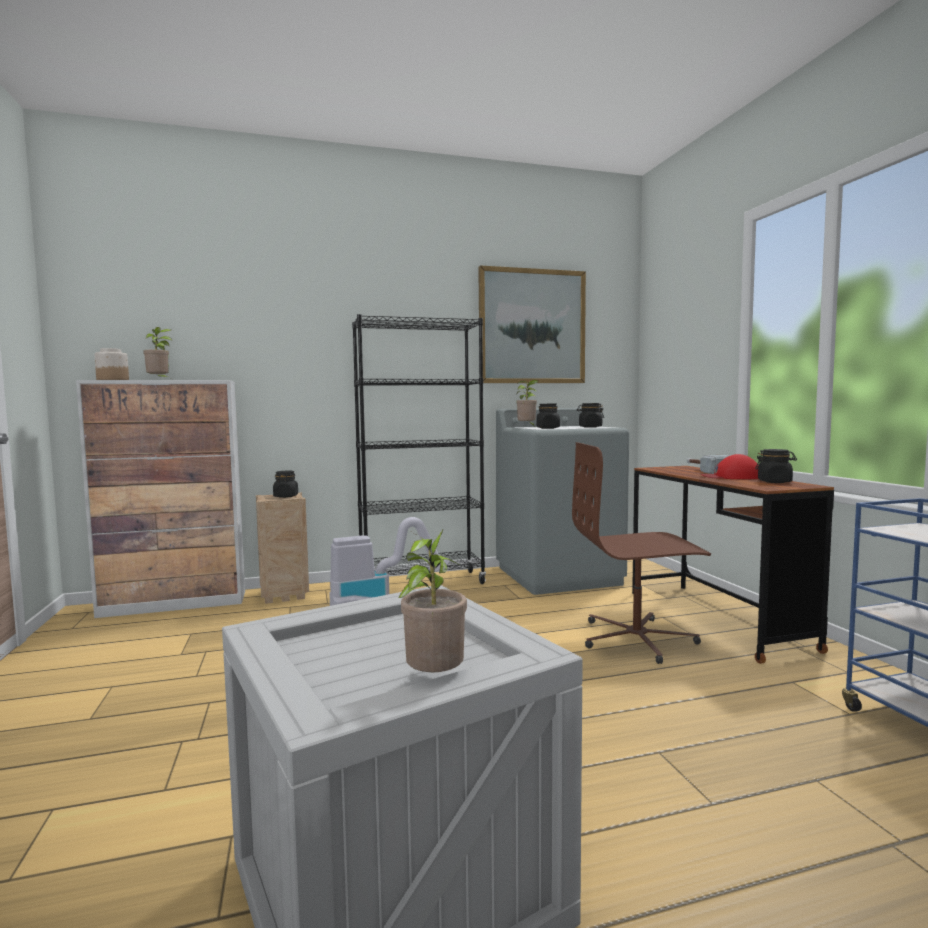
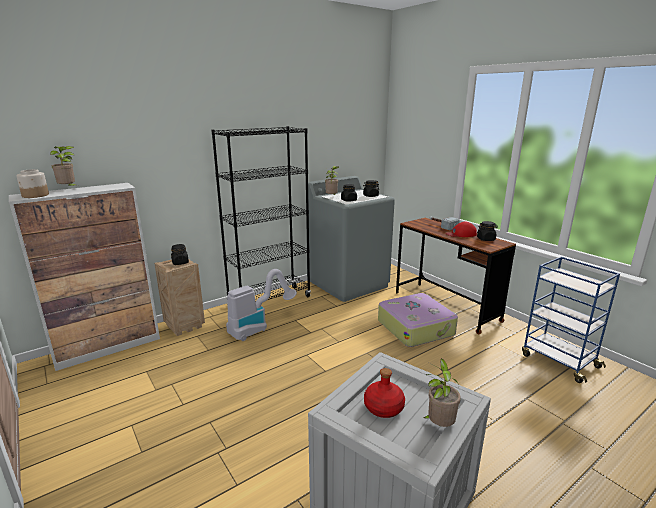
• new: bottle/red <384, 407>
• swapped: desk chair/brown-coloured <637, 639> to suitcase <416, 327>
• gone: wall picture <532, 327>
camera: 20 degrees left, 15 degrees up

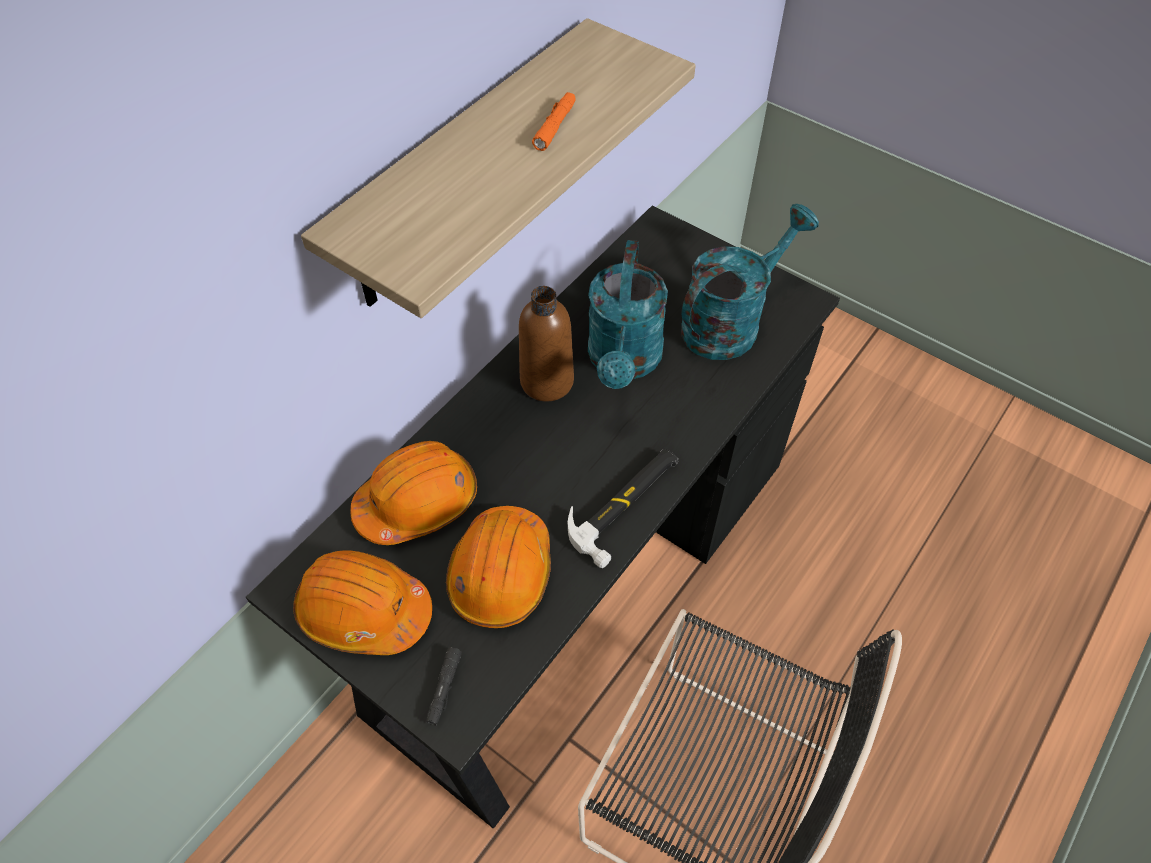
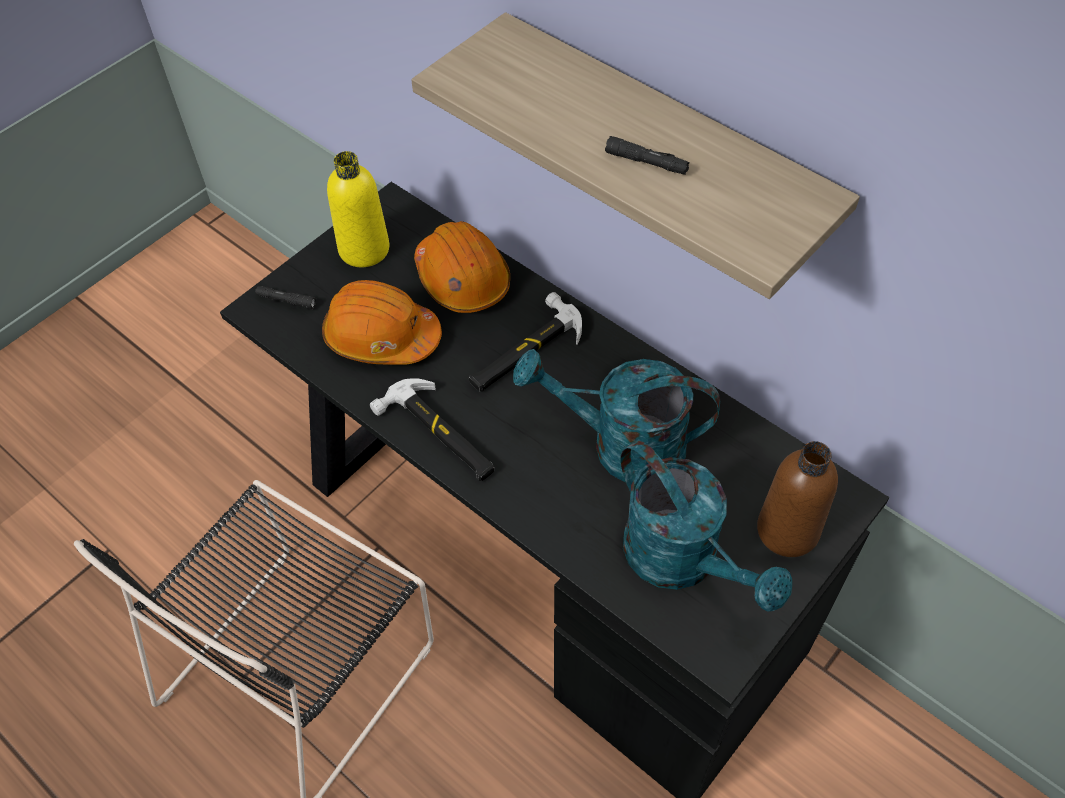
• swapped: safety helmet/orange-coloured <363, 611> to bottle/yellowish <364, 249>
• new: hammer <525, 350>
• repainted: flashlight/orange-coloured <554, 127> to flashlight/blackish <647, 162>
• shifted: bottle/brown-coloured <547, 381> to <787, 530>
camera: 95 degrees right, 0 degrees up

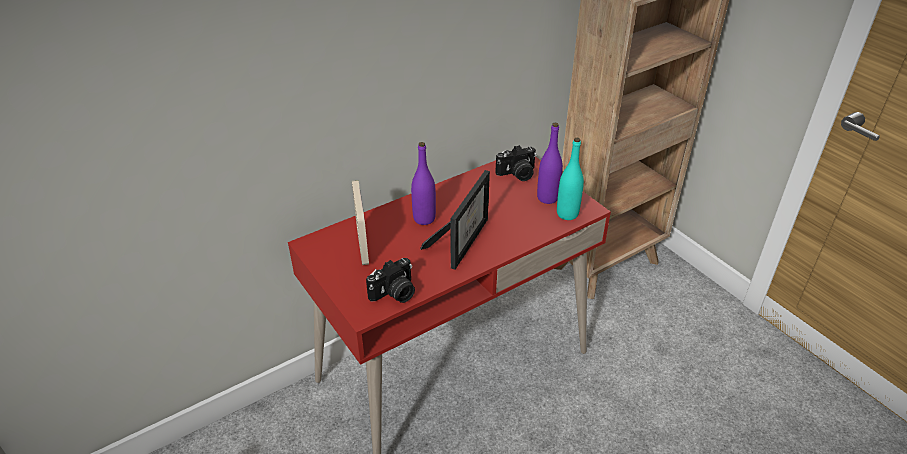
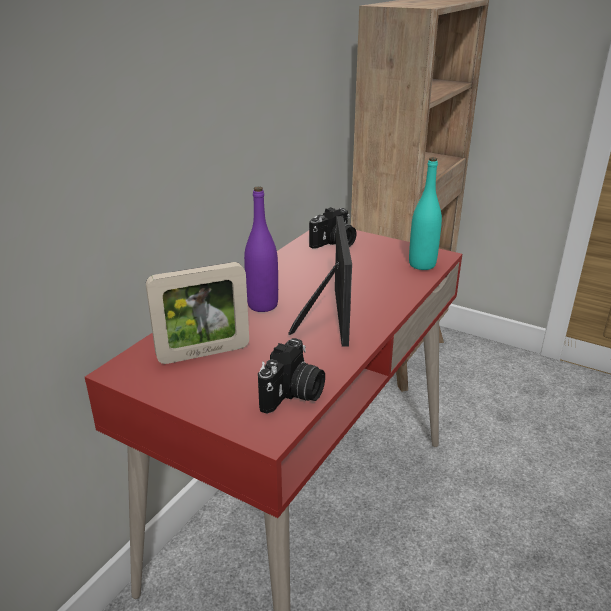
• rotated: photo frame <362, 246> = <203, 353> 75 degrees counterclockwise
• gone: bottle/purplish <547, 198>
camera: 25 degrees left, 10 degrees down

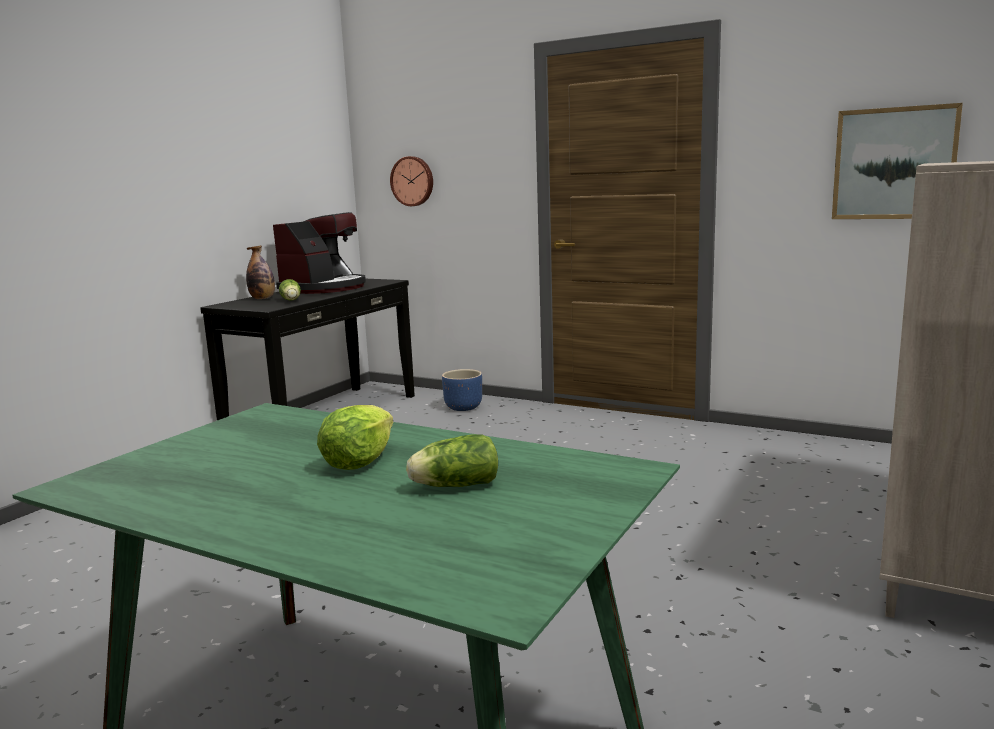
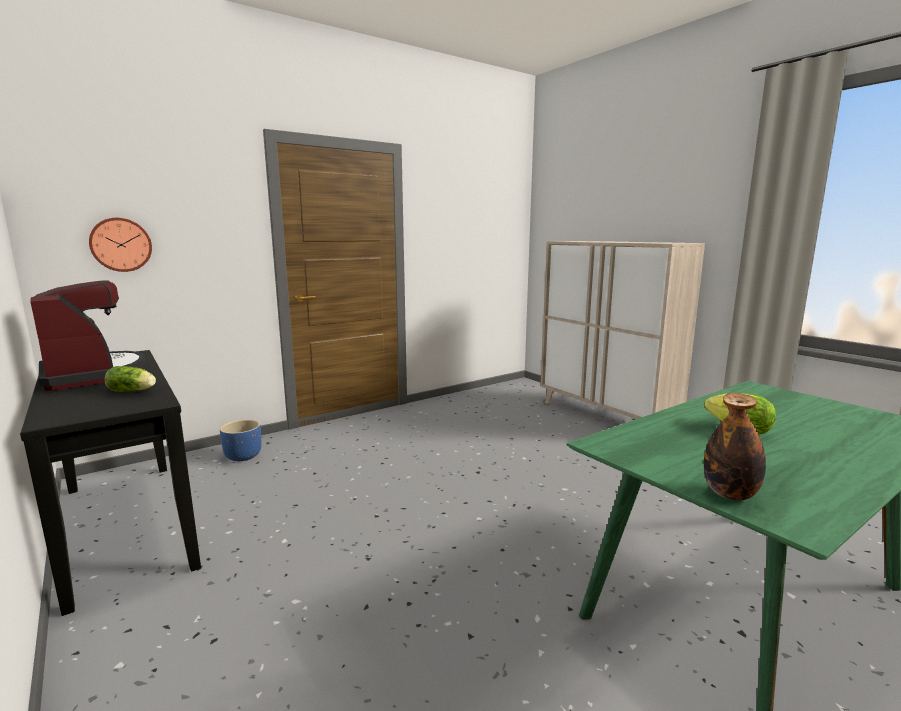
• shifted: bottle <262, 299> to <730, 494>
• gone: lettuce <453, 486>
• gone: wall picture <894, 163>
camera: 65 degrees left, 0 degrees up

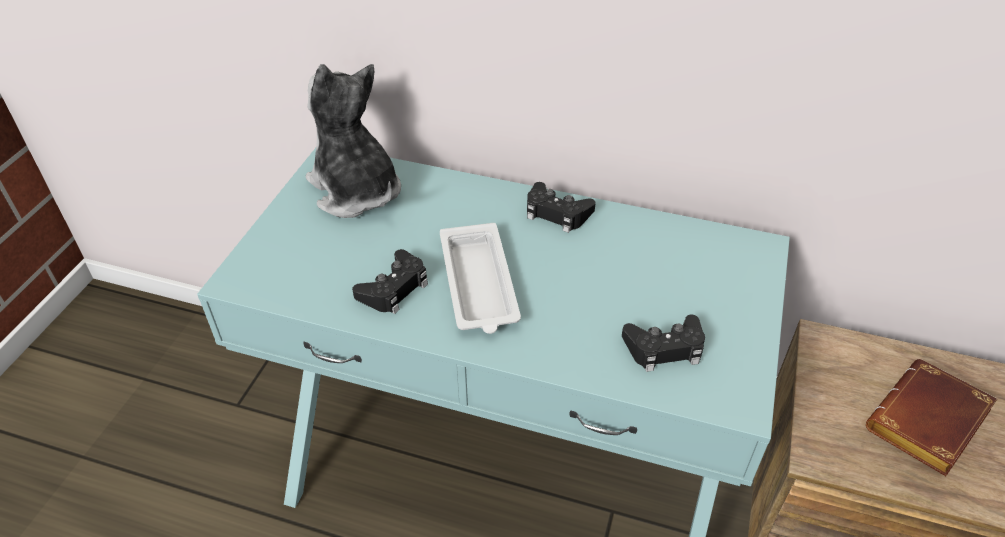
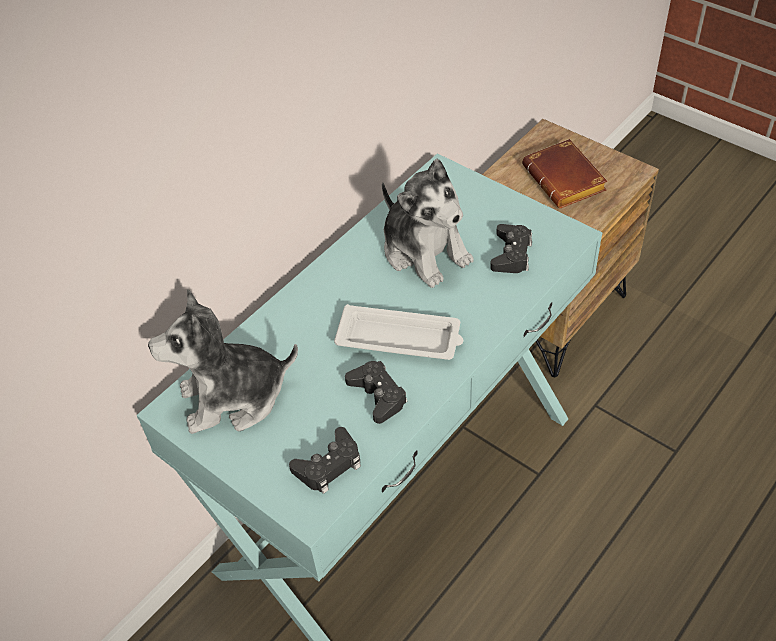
• shifted: game controller/blackish <556, 213> to <329, 465>
• new: plush toy <425, 251>
camera: 65 degrees left, 5 degrees up

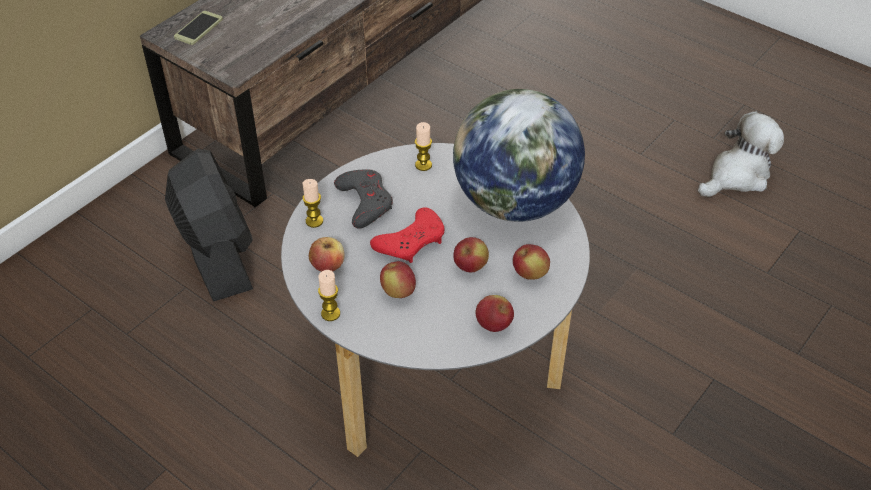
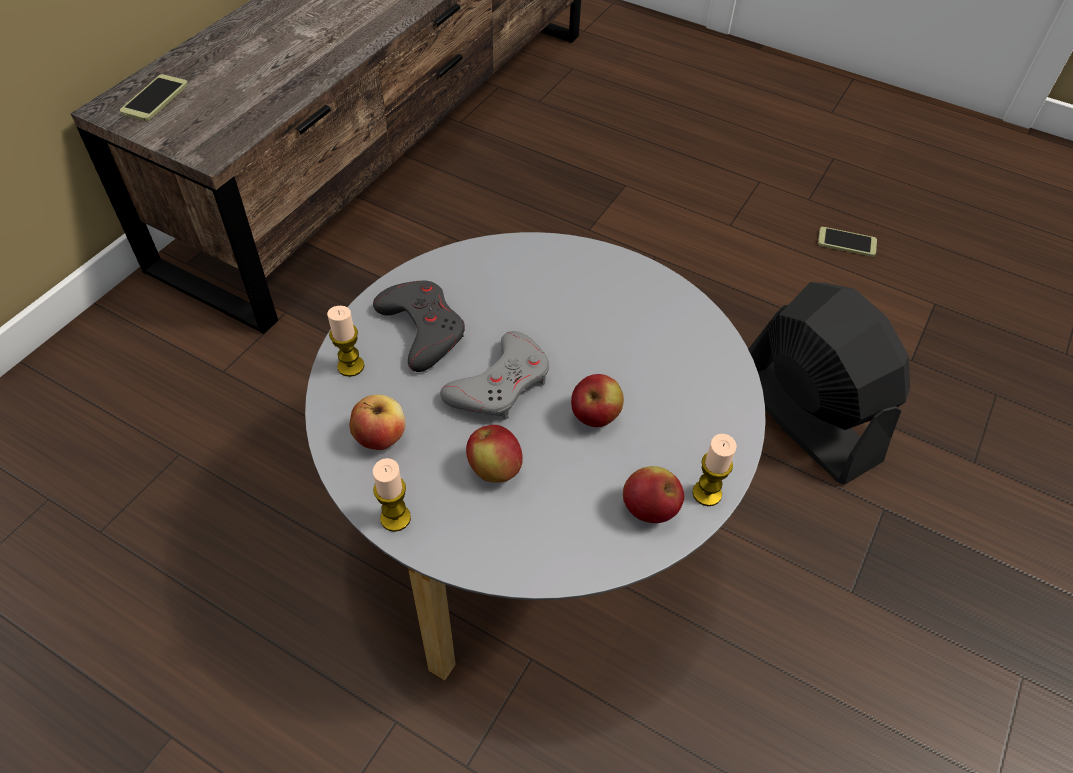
• repainted: game controller/red <411, 241> to game controller/greyish <500, 384>
• shifted: candle <423, 165> to <707, 493>
• shifted: fan/blackish <217, 254> to <805, 416>
• swapped: plush toy <737, 175> to phone <846, 242>
• gone: desk globe <514, 203>
• gone: apple <530, 274>
camera: 10 degrees left, 5 degrees up

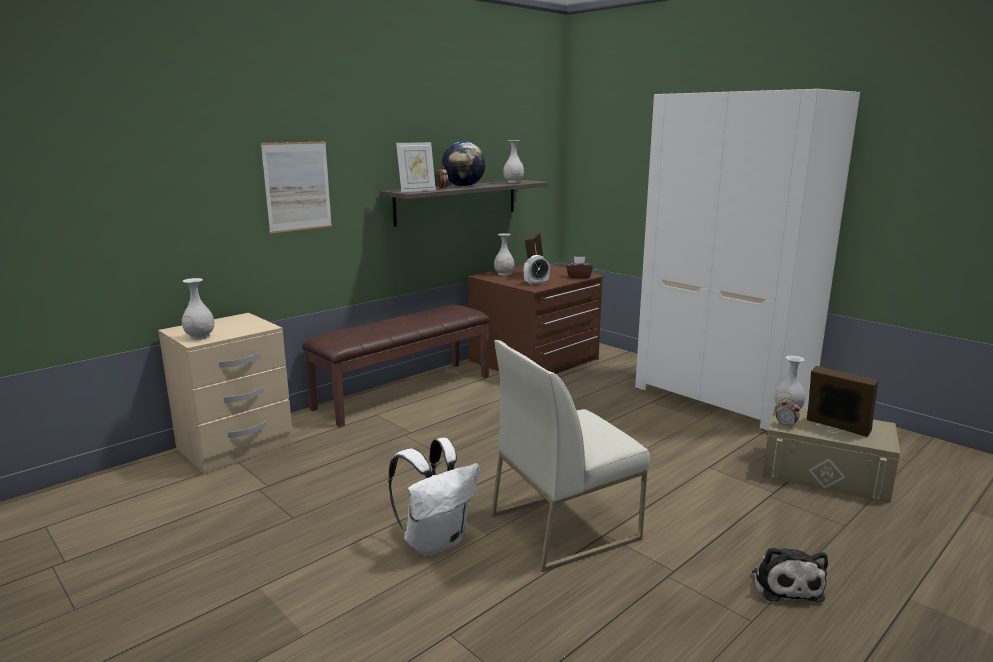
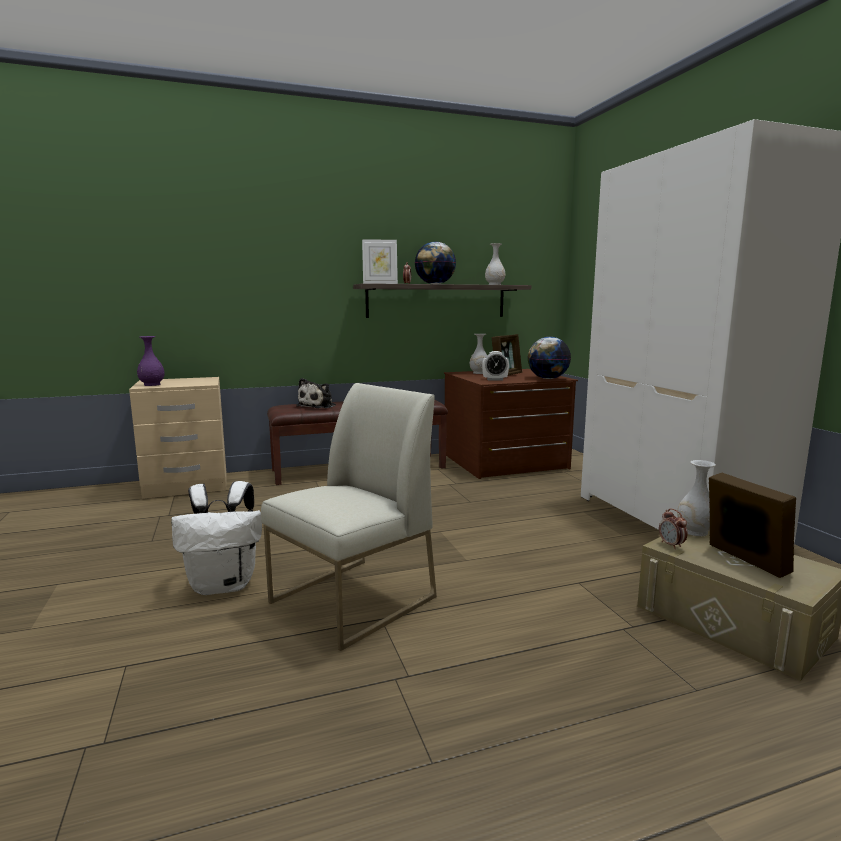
• repainted: flower vase/white-coloured <200, 337> to flower vase/purplish <152, 384>
• rotated: upright chair/white-coloured <565, 526> = <353, 601> 135 degrees clockwise
• shifted: plush toy <785, 584> to <318, 406>
• swapped: tissue box/brown-coloured <578, 277> to desk globe <547, 378>
• gone: wall picture <297, 186>
camera: 25 degrees right, 5 degrees down

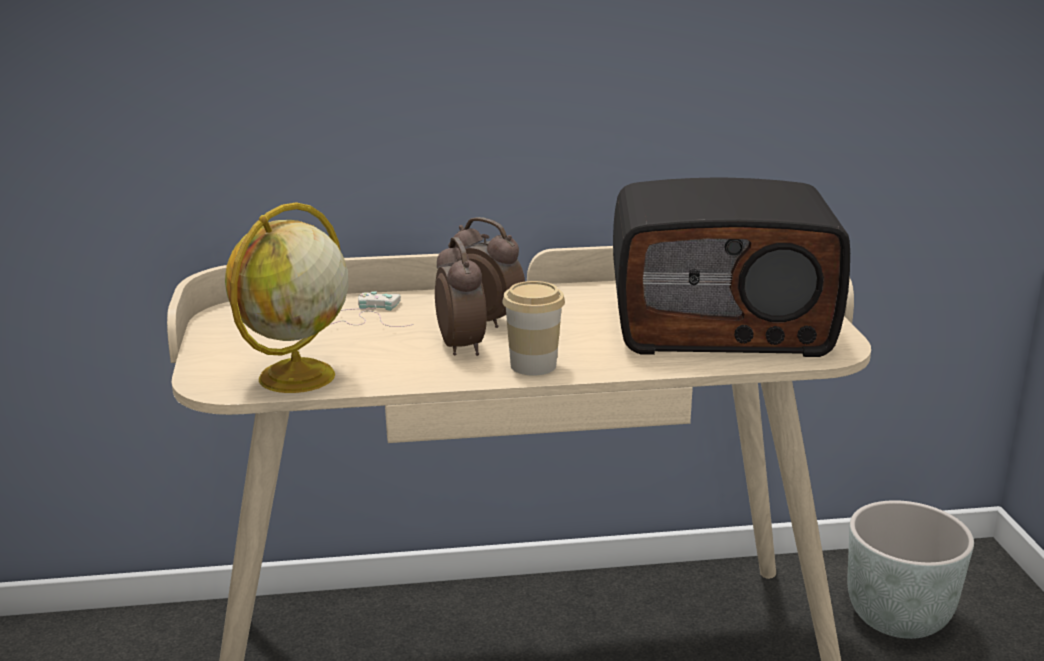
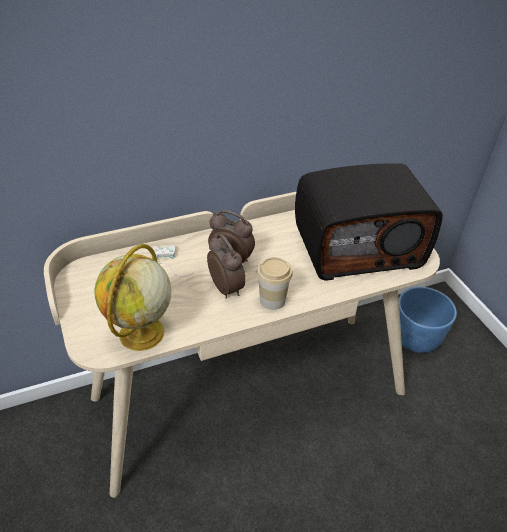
• repainted: planter/greyish <899, 618> to planter/bluish <415, 339>
camera: 15 degrees left, 20 degrees up

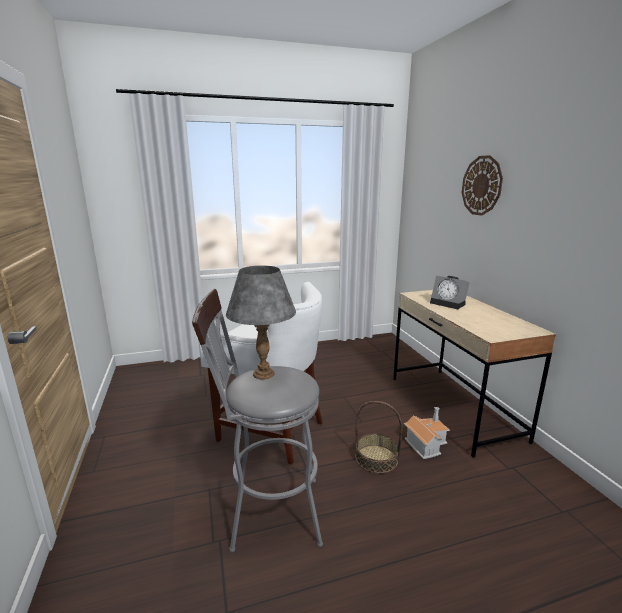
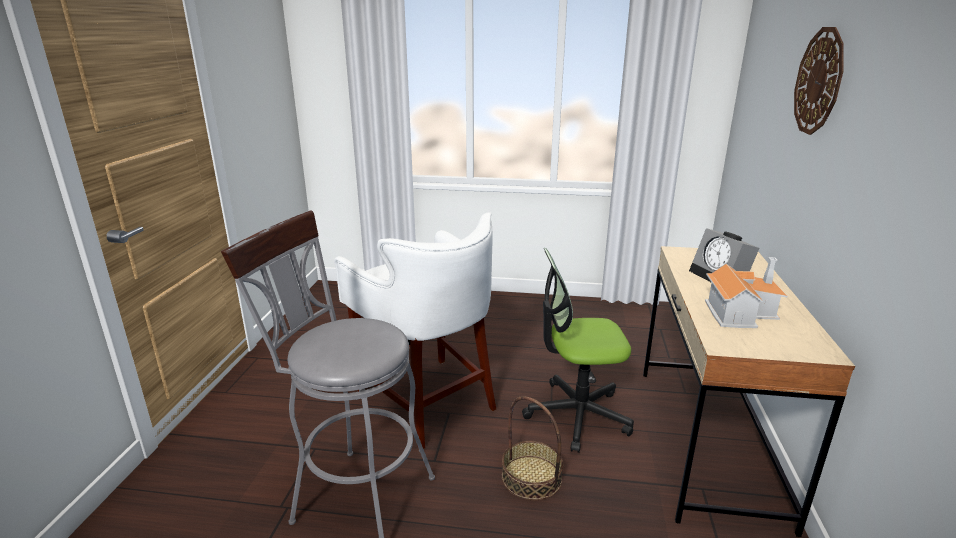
• new: desk chair <577, 414>
• shifted: miniature house <426, 442> to <739, 311>
• gone: tabletop lamp/greyish <263, 374>
camera: 25 degrees right, 5 degrees up

